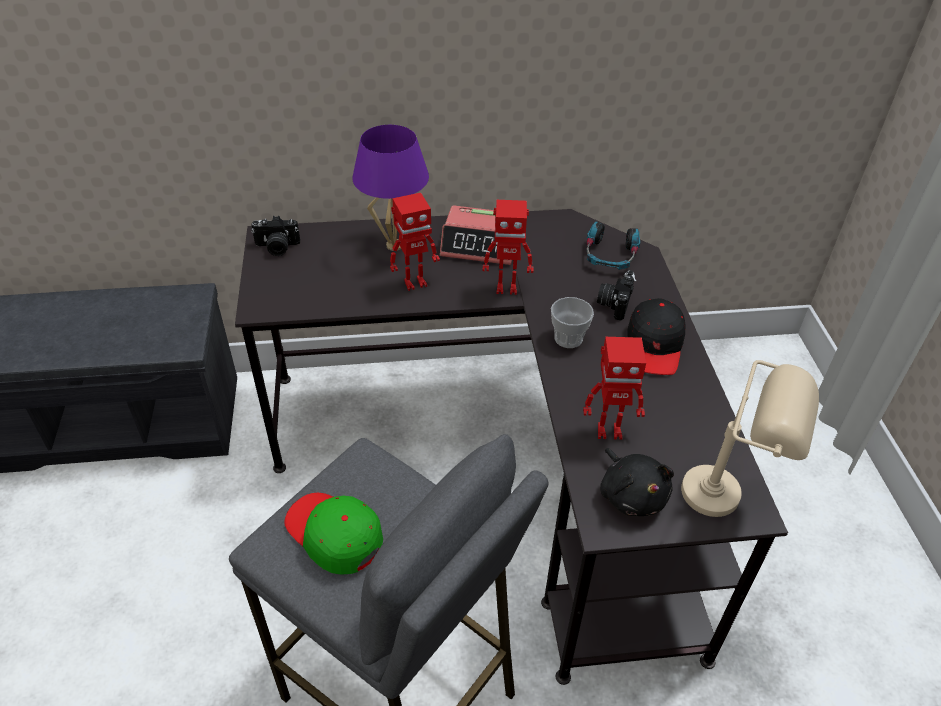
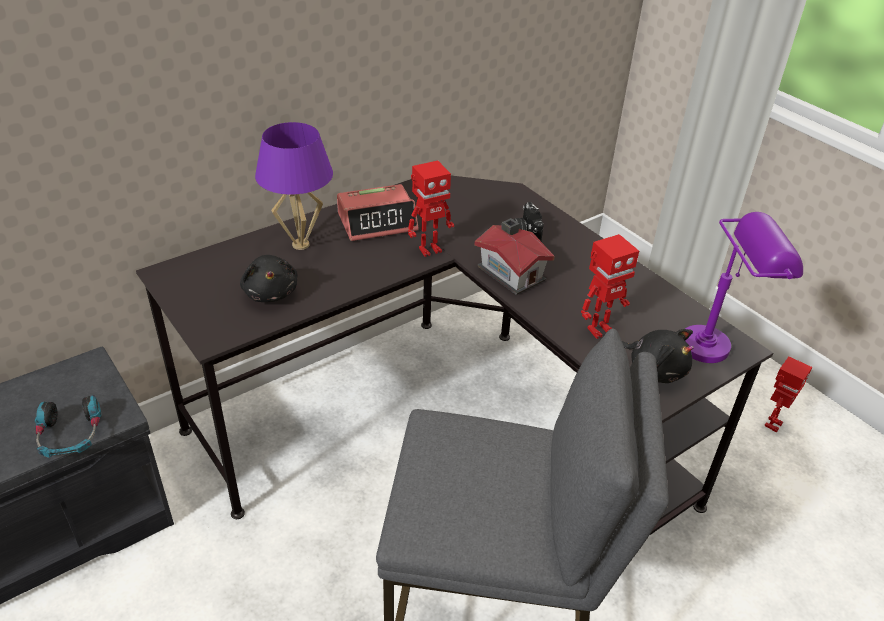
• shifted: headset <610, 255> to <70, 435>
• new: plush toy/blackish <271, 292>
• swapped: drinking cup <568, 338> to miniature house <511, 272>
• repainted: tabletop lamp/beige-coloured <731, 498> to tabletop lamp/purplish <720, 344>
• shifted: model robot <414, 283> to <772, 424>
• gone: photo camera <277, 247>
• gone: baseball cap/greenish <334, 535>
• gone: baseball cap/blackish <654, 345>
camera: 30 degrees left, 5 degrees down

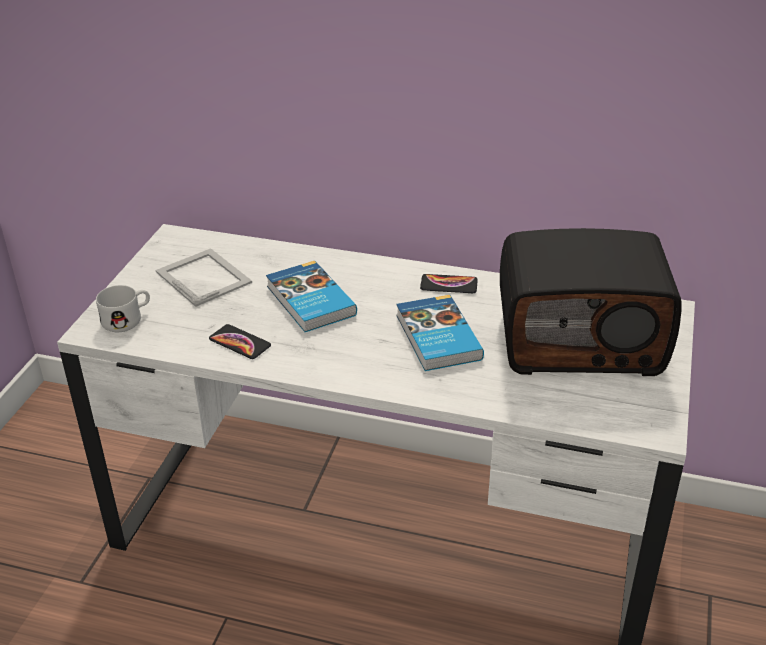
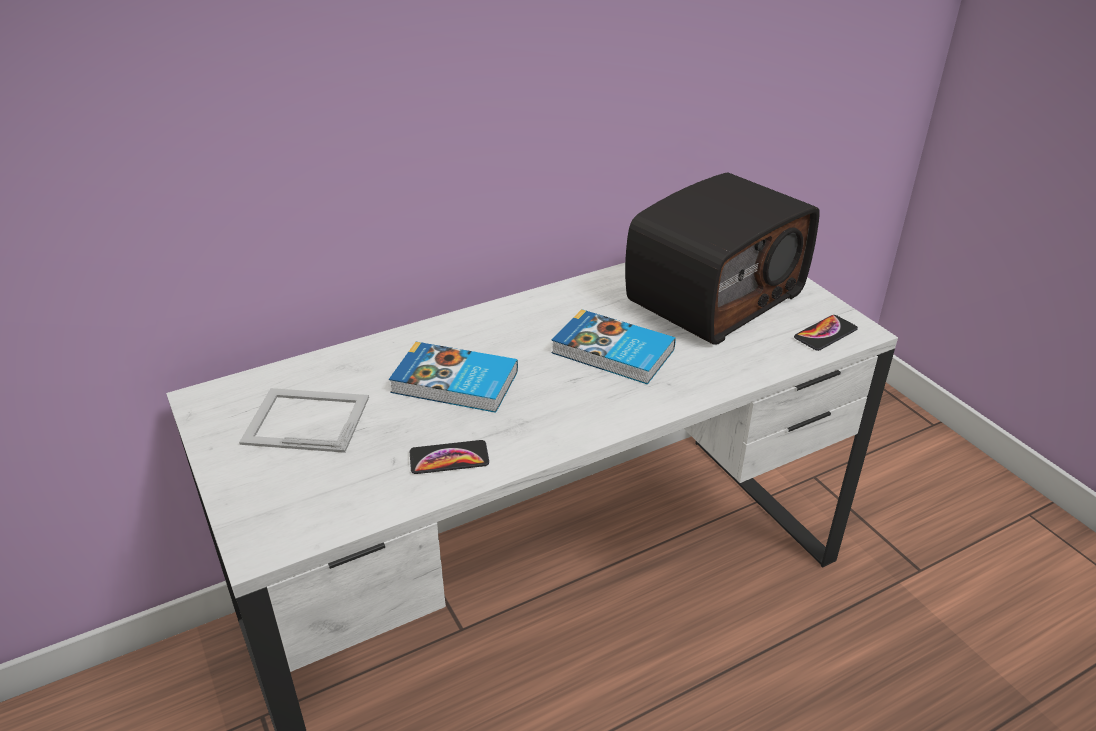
• shifted: phone <448, 285> to <825, 333>
• gone: coffee mug/white-coloured <128, 319>
camera: 45 degrees left, 0 degrees up

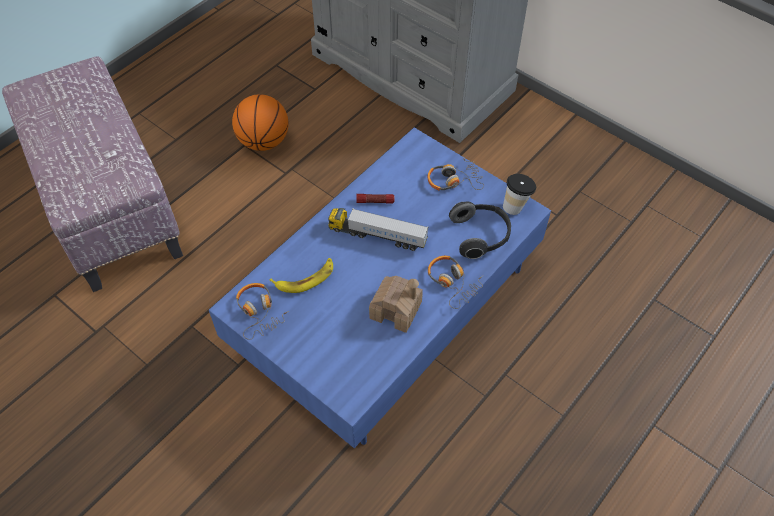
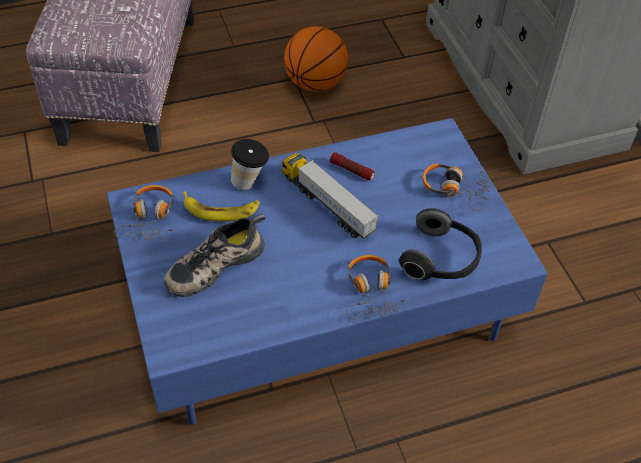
• new: shoe <215, 263>
• shifted: drinking cup <516, 206> to <250, 182>
• gone: miniature house <396, 310>
camera: 30 degrees right, 5 degrees down

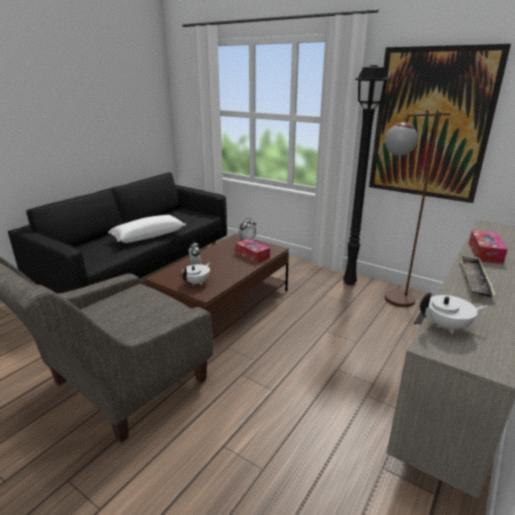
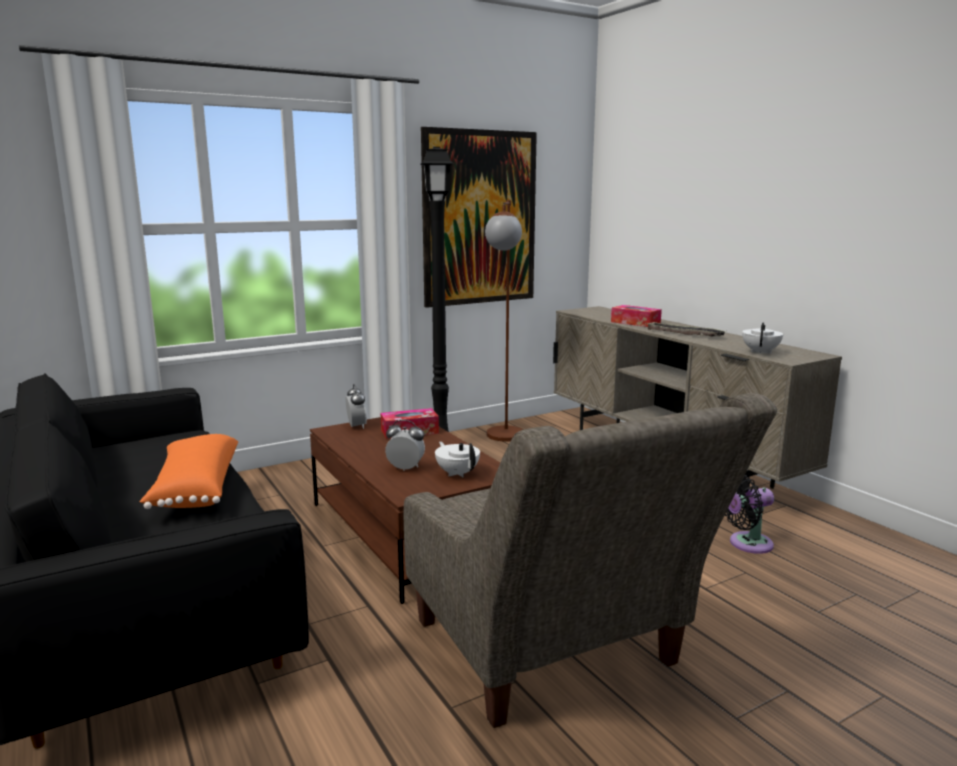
• repainted: pillow/white-coloured <148, 236> to pillow/orange-coloured <194, 489>
• new: fan/blackish <746, 544>
camera: 65 degrees left, 10 degrees down

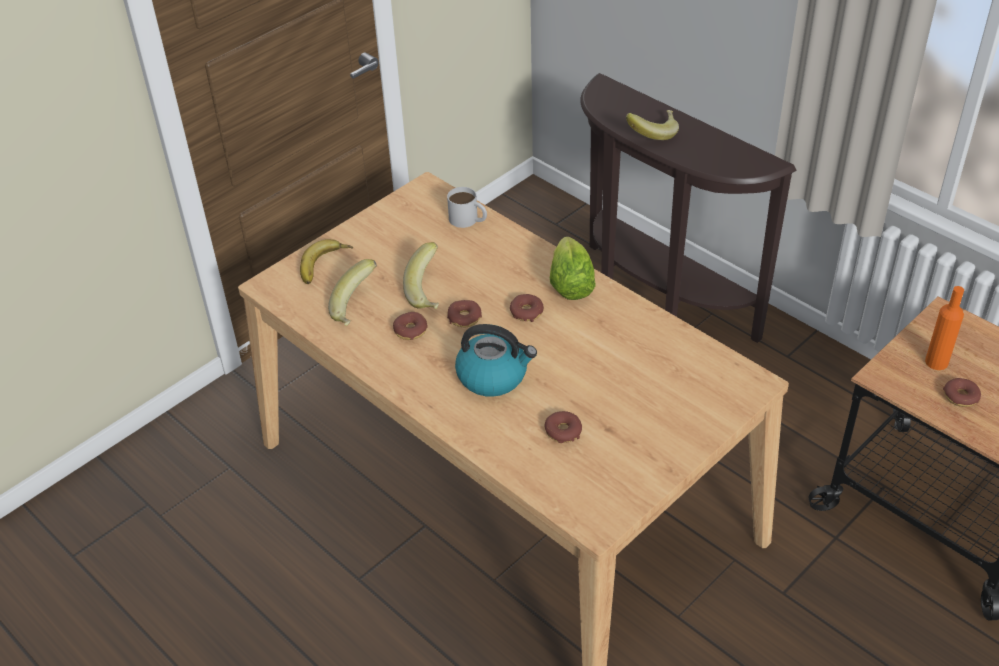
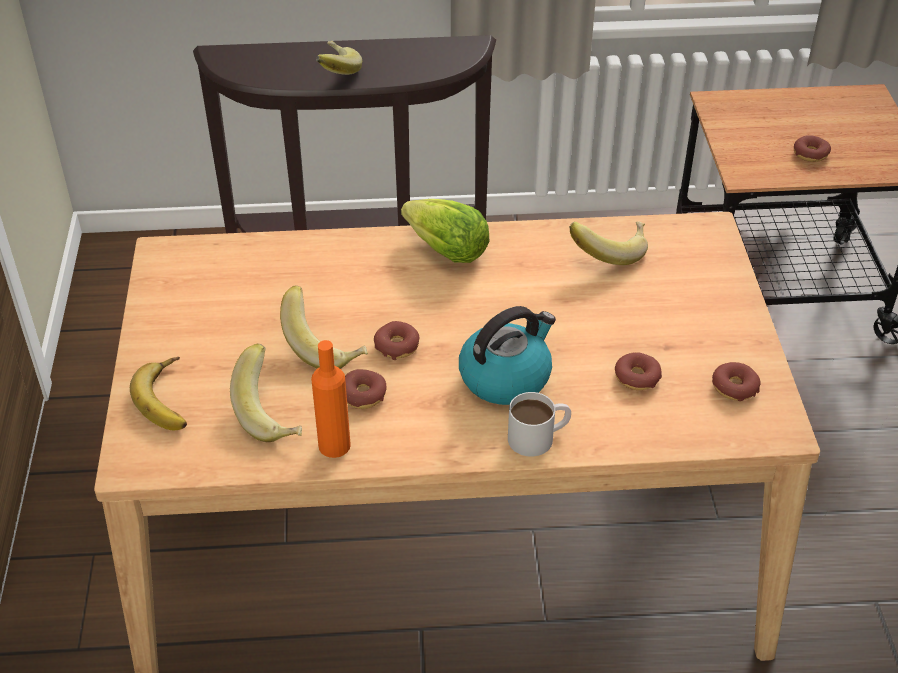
• shifted: bottle/orange-coloured <936, 362> to <334, 445>
• shifted: coffee mug/white-coloured <468, 220> to <539, 437>
• new: banana <609, 252>
• shifted: donut <526, 312> to <734, 387>
camera: 50 degrees left, 0 degrees up

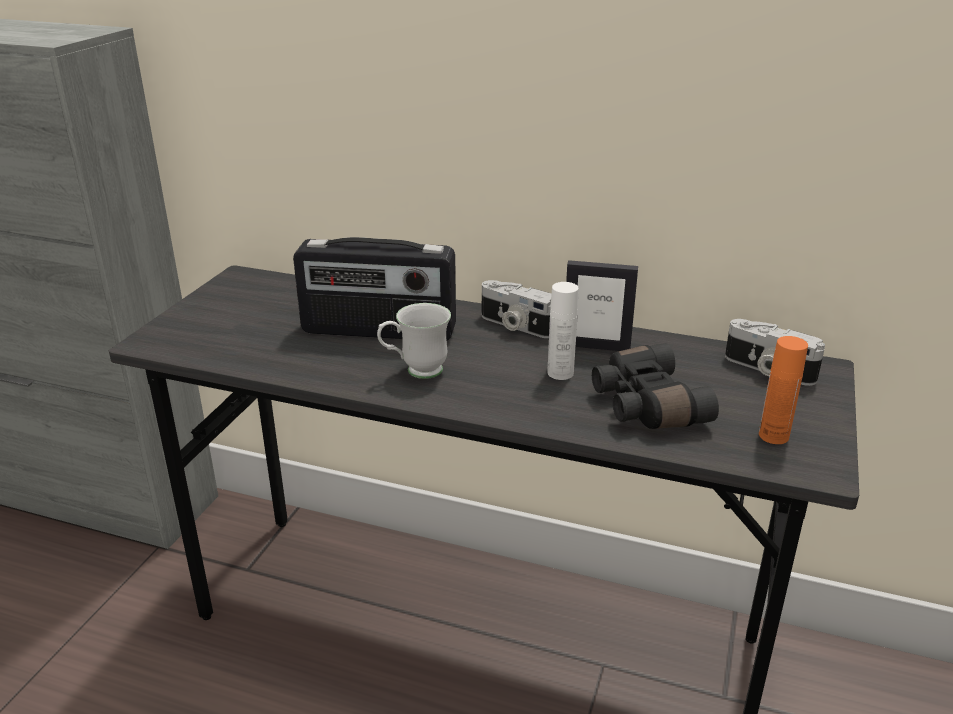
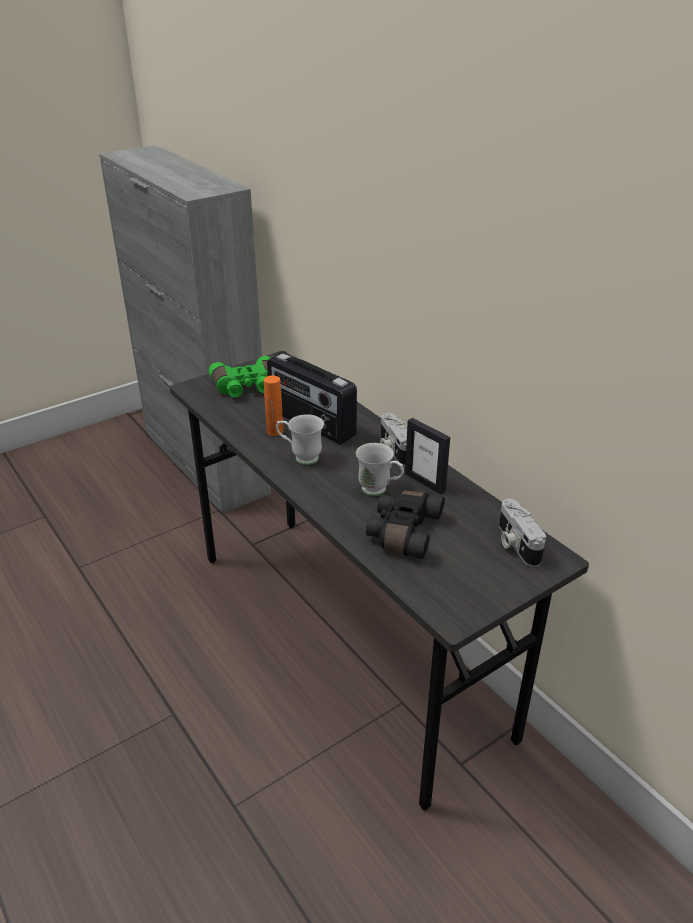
• new: field glasses/greenish <246, 388>
• shifted: bottle/orange-coloured <773, 435> to <275, 431>
• swapped: bottle/white-coloured <560, 373> to coffee mug/white-coloured <379, 491>
camera: 35 degrees right, 5 degrees up

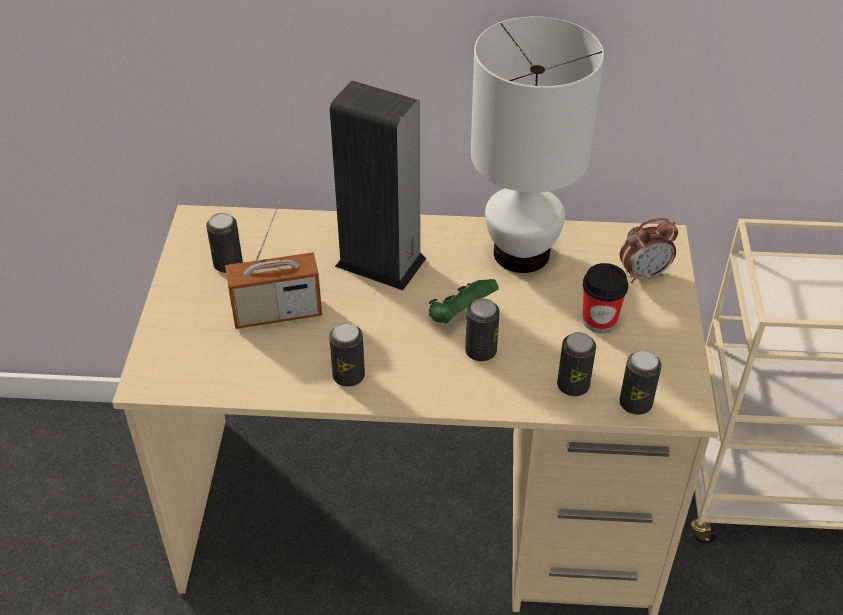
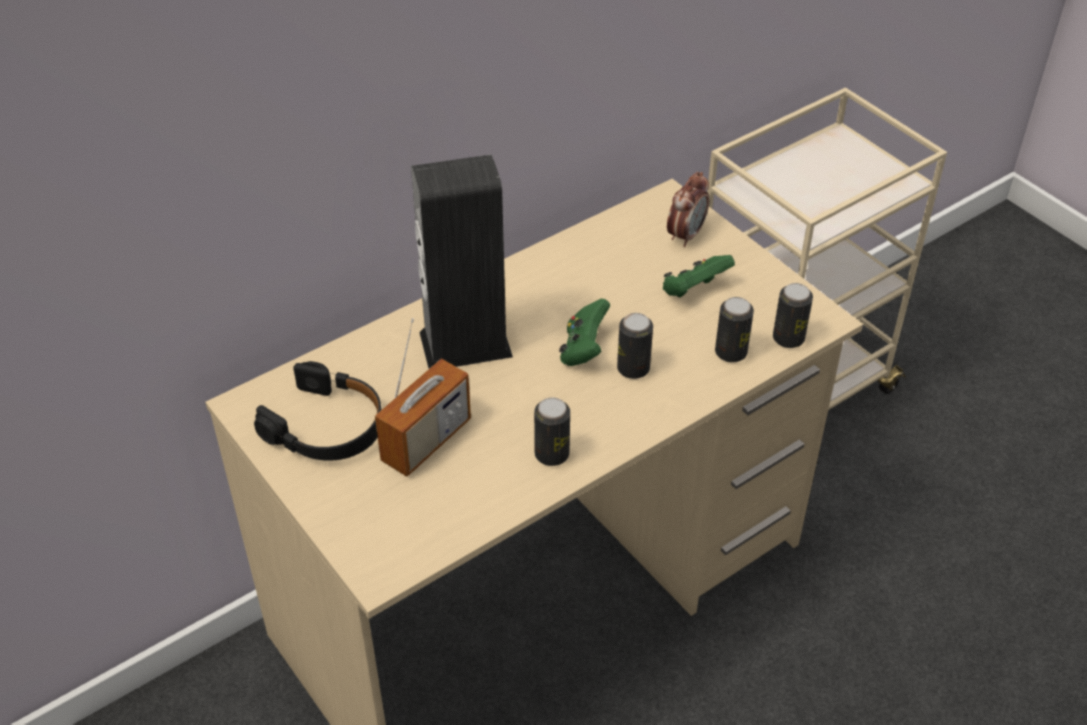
• swapped: sealed can <228, 264> to headset/blackish <327, 426>
• swapped: drinking cup <599, 321> to game controller/greenish <694, 291>
• gone: tabletop lamp/white-coloured <522, 254>
camera: 40 degrees left, 0 degrees up

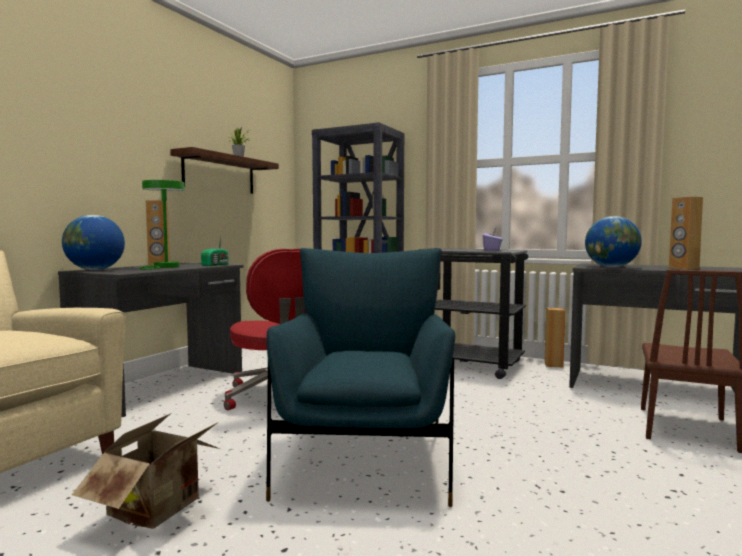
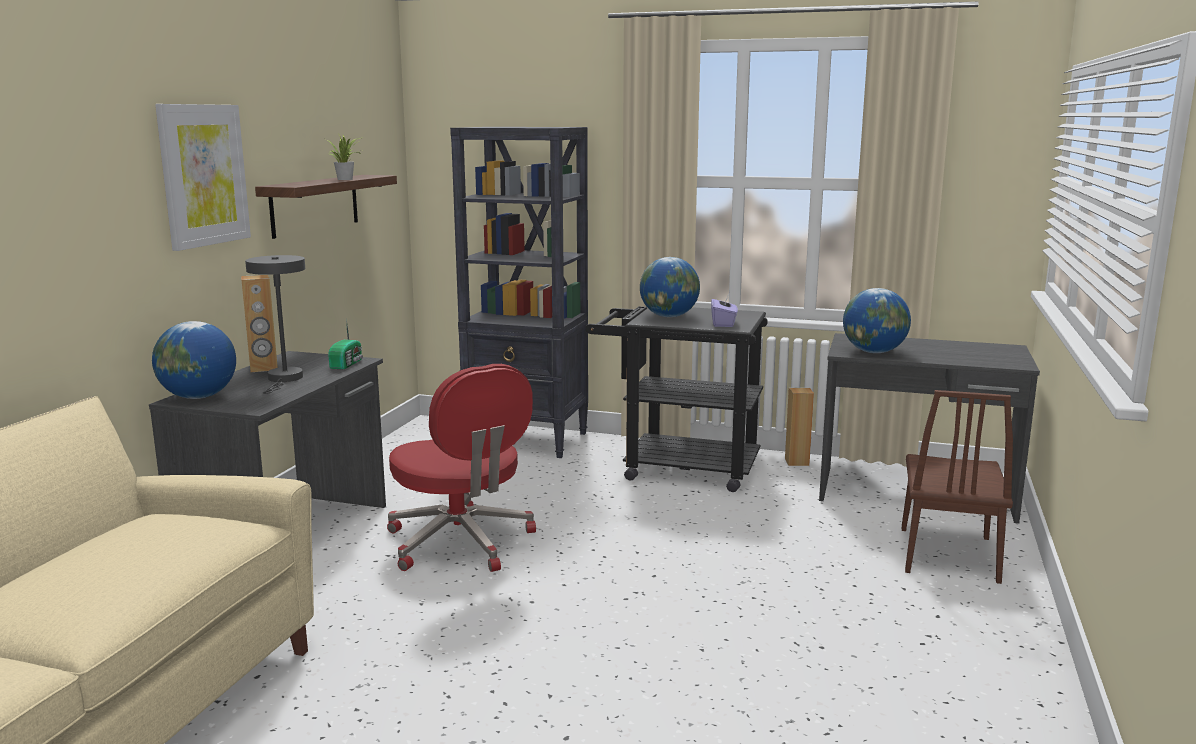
• new: wall picture <203, 175>
• repainted: tabletop lamp/greenish <164, 267> to tabletop lamp/greyish <284, 379>
• new: desk globe <669, 316>
• gone: carton <161, 509>
• gone: easy chair/bluish <365, 457>
• gone: speaker/brown-coloured <683, 268>
camera: 10 degrees left, 10 degrees up

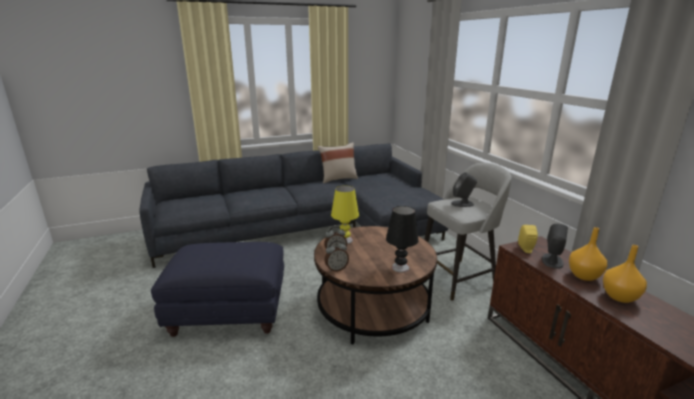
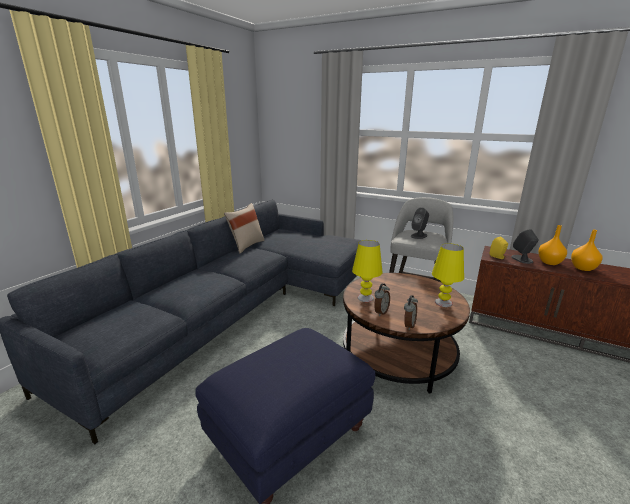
• repainted: tabletop lamp/blackish <400, 267> to tabletop lamp/yellowish <443, 302>
camera: 40 degrees left, 0 degrees up

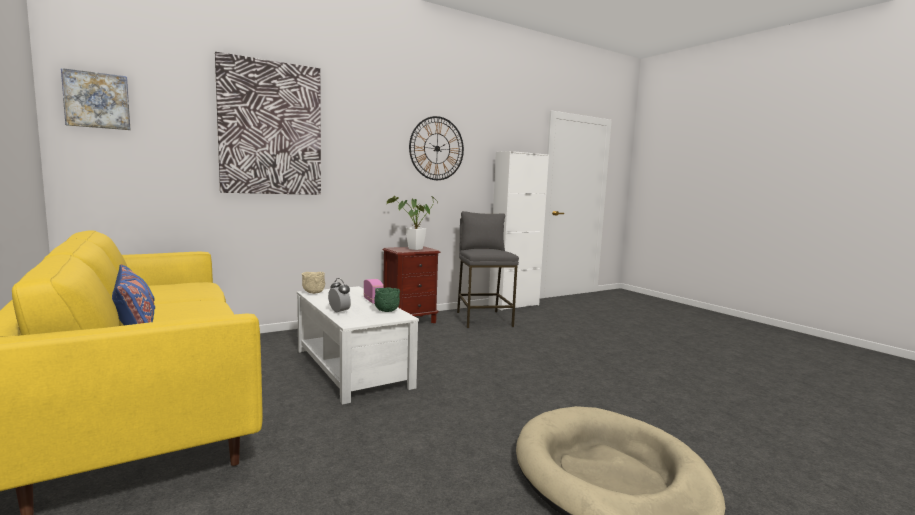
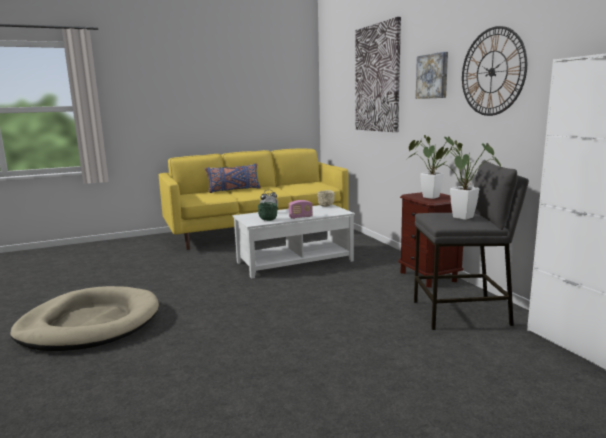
• shifted: wall picture <97, 100> to <433, 76>
• new: plant in a pot <459, 216>
camera: 100 degrees right, 5 degrees up

